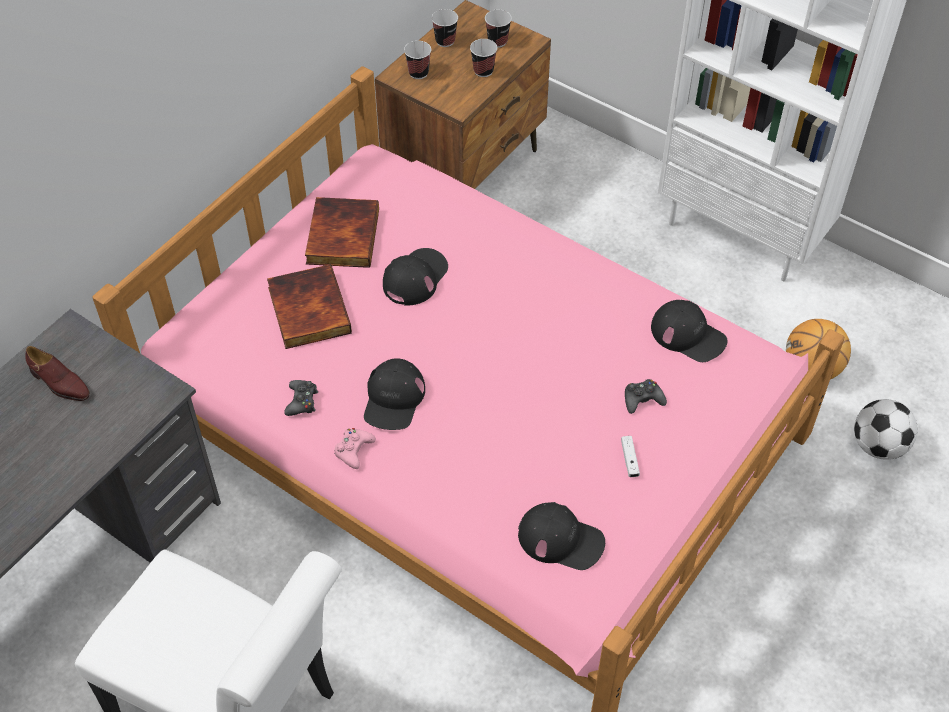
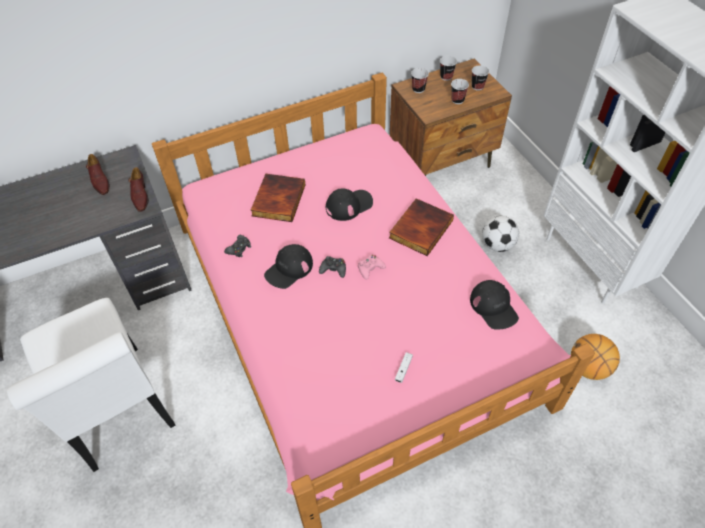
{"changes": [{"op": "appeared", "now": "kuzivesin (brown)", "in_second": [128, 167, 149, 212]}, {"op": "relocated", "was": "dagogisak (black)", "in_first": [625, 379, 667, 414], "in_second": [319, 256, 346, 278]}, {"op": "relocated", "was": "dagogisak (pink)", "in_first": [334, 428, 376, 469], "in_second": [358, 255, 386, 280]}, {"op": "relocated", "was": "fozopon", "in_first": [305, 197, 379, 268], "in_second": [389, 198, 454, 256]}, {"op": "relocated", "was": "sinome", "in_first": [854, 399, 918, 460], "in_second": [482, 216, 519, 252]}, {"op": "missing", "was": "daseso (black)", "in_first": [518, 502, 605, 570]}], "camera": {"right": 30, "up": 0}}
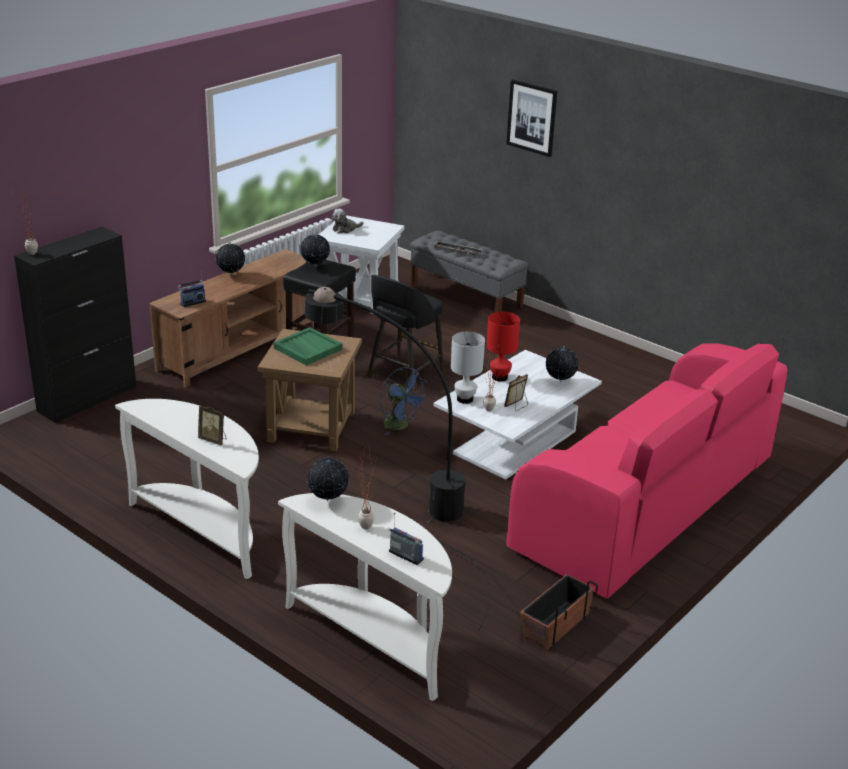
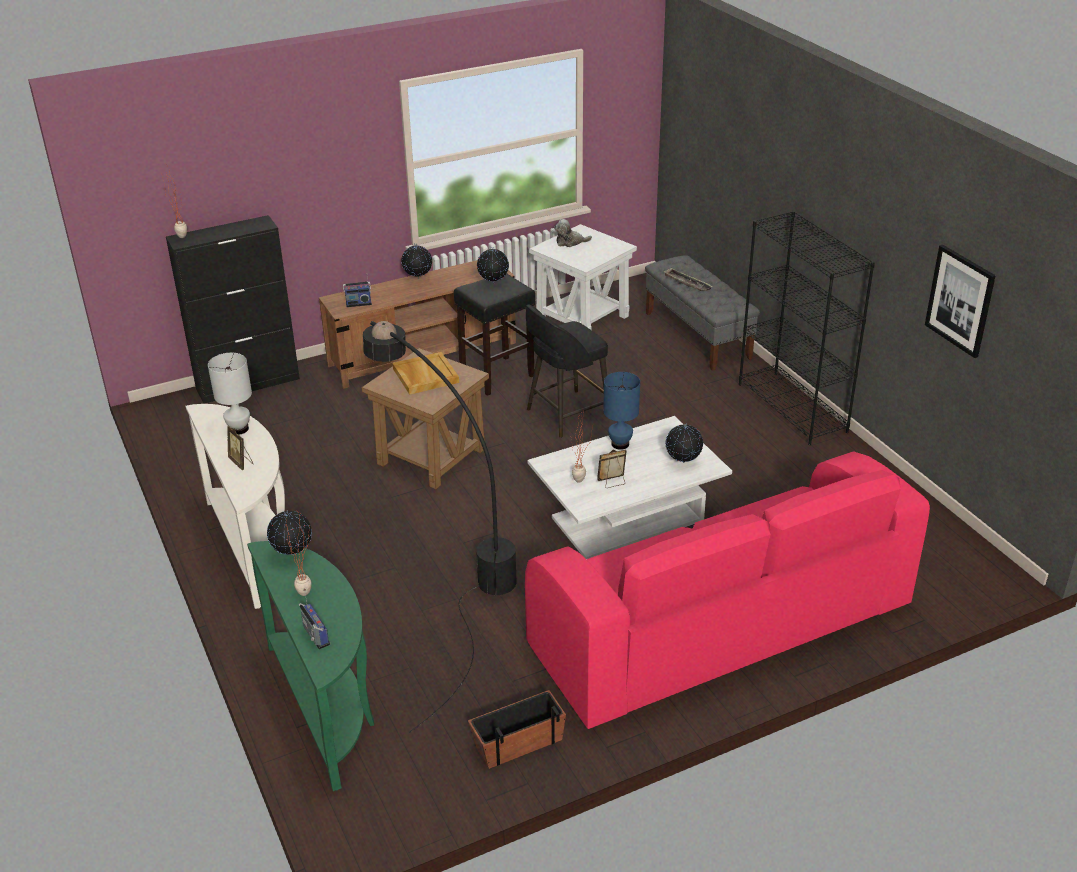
{"changes": [{"op": "relocated", "was": "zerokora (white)", "in_first": [451, 332, 485, 404], "in_second": [208, 353, 252, 435]}, {"op": "colour", "was": "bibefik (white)", "now": "bibefik (green)", "in_first": [278, 493, 452, 701], "in_second": [247, 541, 374, 791]}, {"op": "colour", "was": "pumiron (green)", "now": "pumiron (beige)", "in_first": [273, 327, 343, 366], "in_second": [393, 352, 459, 395]}, {"op": "colour", "was": "zerokora (red)", "now": "zerokora (blue)", "in_first": [487, 312, 520, 382], "in_second": [604, 372, 640, 450]}, {"op": "appeared", "now": "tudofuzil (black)", "in_second": [739, 211, 875, 445]}, {"op": "relocated", "was": "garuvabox", "in_first": [506, 79, 557, 157], "in_second": [925, 245, 996, 358]}, {"op": "missing", "was": "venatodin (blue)", "in_first": [380, 367, 428, 435]}], "camera": {"right": 25, "up": 5}}
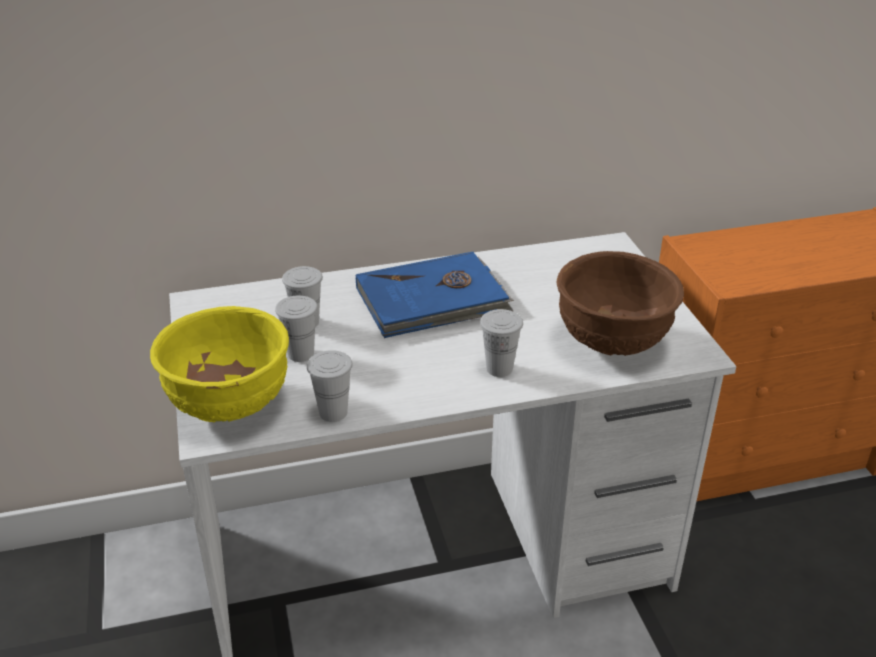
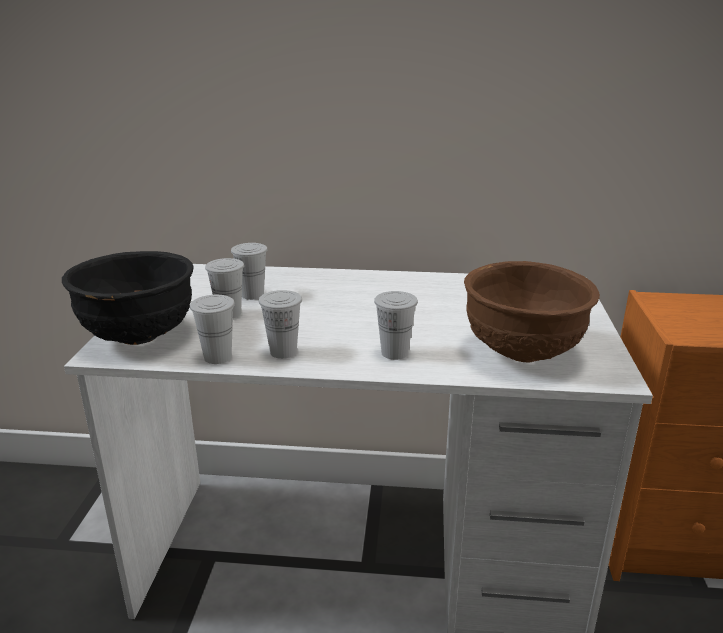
{"changes": [{"op": "colour", "was": "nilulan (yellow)", "now": "nilulan (black)", "in_first": [150, 306, 289, 422], "in_second": [62, 251, 194, 345]}, {"op": "appeared", "now": "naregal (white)", "in_second": [259, 290, 302, 359]}, {"op": "missing", "was": "fozopon (blue)", "in_first": [356, 252, 514, 338]}], "camera": {"right": 20, "up": -10}}
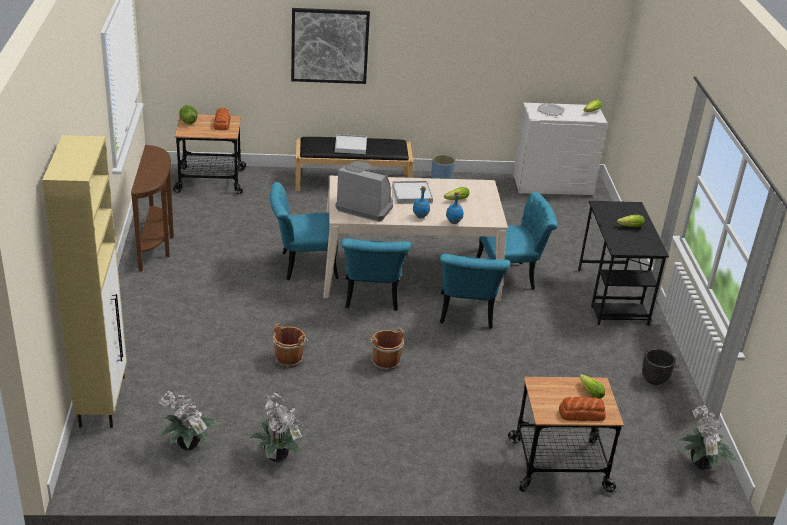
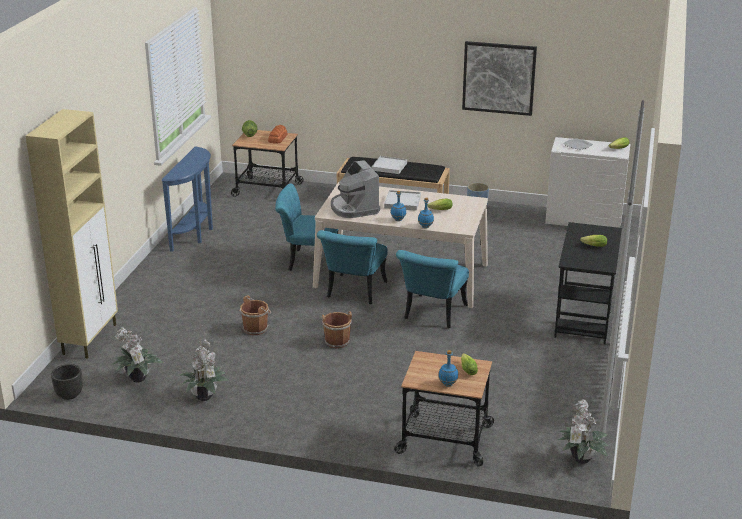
{"changes": [{"op": "relocated", "was": "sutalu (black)", "in_first": [642, 348, 675, 385], "in_second": [51, 364, 83, 400]}, {"op": "colour", "was": "bibefik (brown)", "now": "bibefik (blue)", "in_first": [131, 145, 174, 271], "in_second": [162, 146, 213, 252]}, {"op": "spun", "was": "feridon", "in_first": [335, 161, 393, 222], "in_second": [331, 160, 380, 218], "clockwise": -150}, {"op": "exchanged", "was": "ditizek", "now": "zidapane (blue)", "in_first": [559, 397, 606, 421], "in_second": [438, 350, 458, 387]}, {"op": "relocated", "was": "garuvabox", "in_first": [291, 8, 370, 84], "in_second": [462, 41, 537, 116]}, {"op": "missing", "was": "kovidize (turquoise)", "in_first": [476, 192, 557, 290]}], "camera": {"right": 20, "up": -5}}
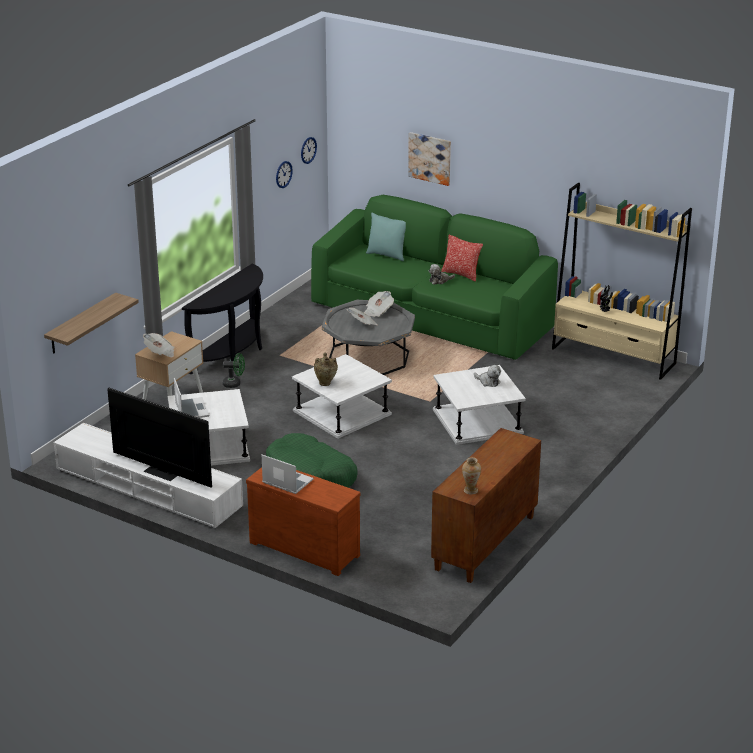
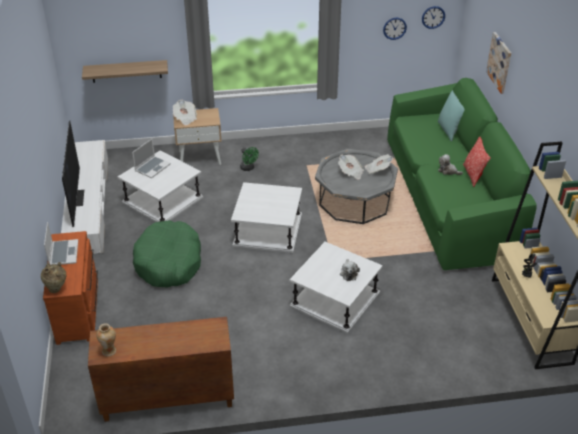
{"changes": [{"op": "relocated", "was": "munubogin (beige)", "in_first": [314, 352, 338, 386], "in_second": [41, 262, 66, 293]}, {"op": "missing", "was": "bibefik (black)", "in_first": [182, 264, 263, 374]}], "camera": {"right": 50, "up": 10}}
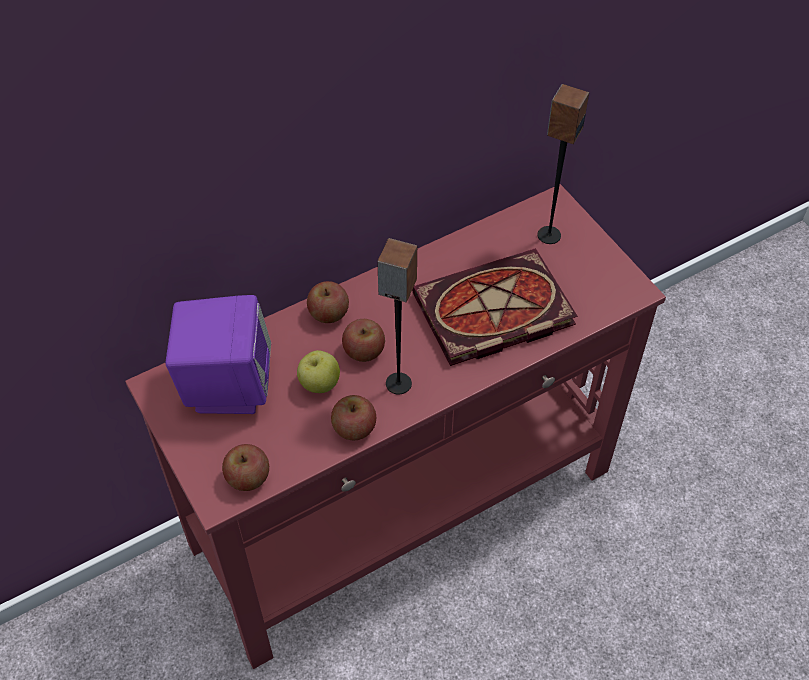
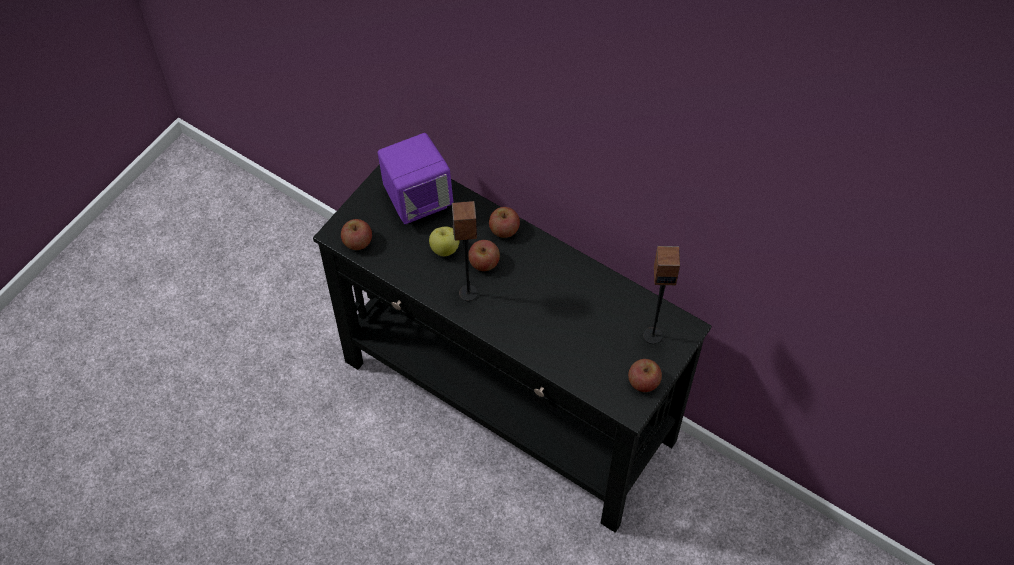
{"changes": [{"op": "colour", "was": "bibefik (red)", "now": "bibefik (black)", "in_first": [125, 184, 666, 669], "in_second": [313, 164, 711, 533]}, {"op": "relocated", "was": "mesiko", "in_first": [331, 395, 376, 440], "in_second": [628, 359, 662, 392]}, {"op": "missing", "was": "fozopon", "in_first": [412, 248, 577, 366]}], "camera": {"right": 65, "up": 5}}
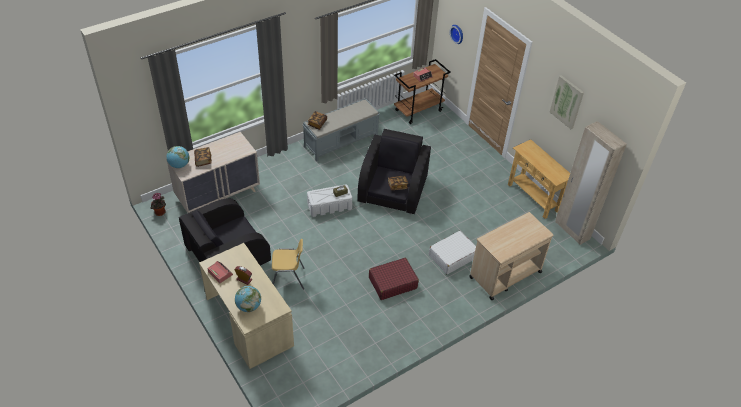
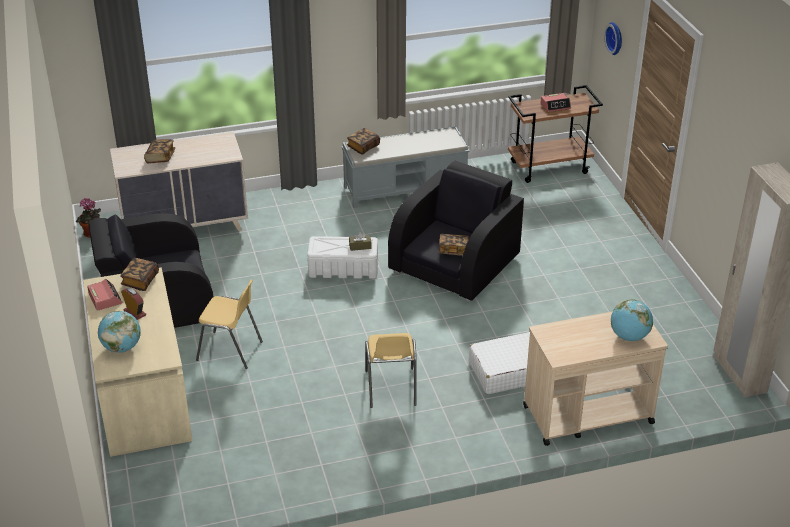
{"changes": [{"op": "appeared", "now": "fozopon", "in_second": [120, 258, 159, 291]}, {"op": "exchanged", "was": "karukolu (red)", "now": "kovidize (yellow)", "in_first": [369, 258, 419, 300], "in_second": [365, 333, 417, 408]}, {"op": "relocated", "was": "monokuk", "in_first": [166, 146, 189, 168], "in_second": [611, 300, 653, 341]}, {"op": "missing", "was": "bibefik (beige)", "in_first": [508, 139, 570, 219]}, {"op": "missing", "was": "garuvabox", "in_first": [550, 75, 584, 129]}], "camera": {"right": 20, "up": -10}}
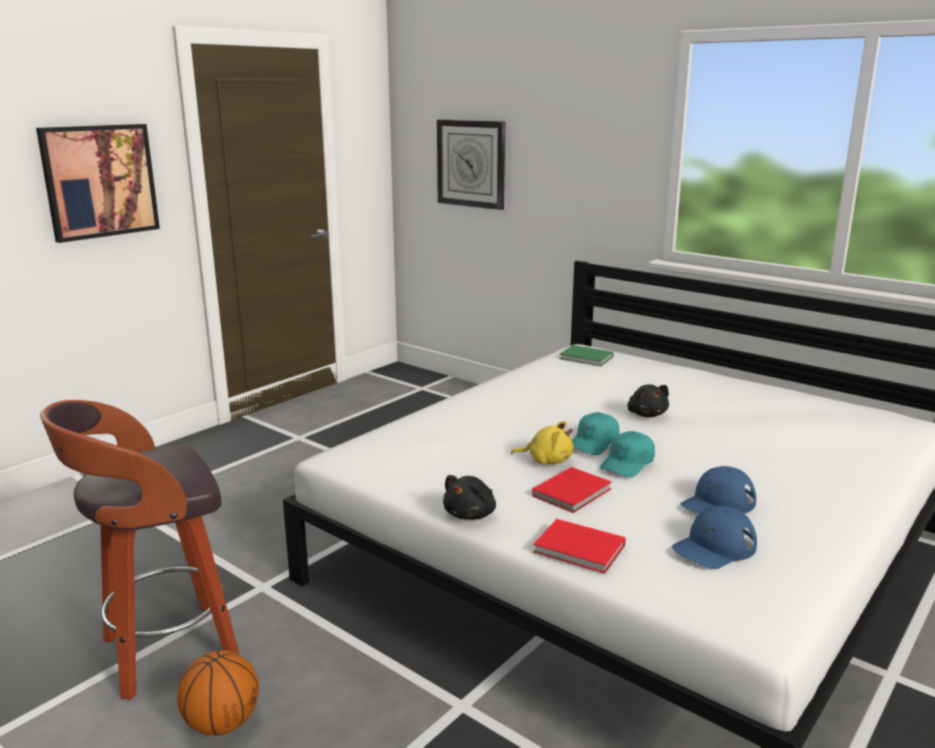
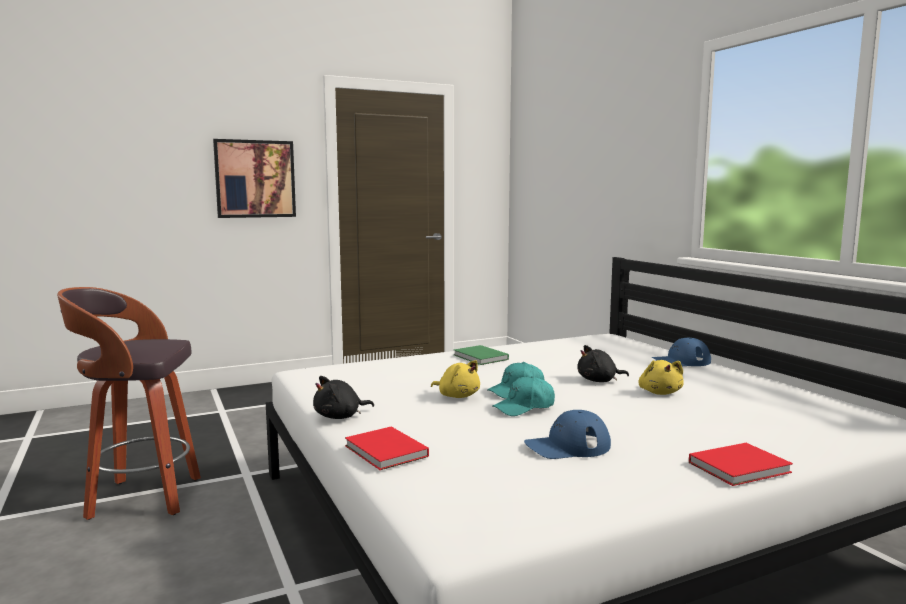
{"changes": [{"op": "relocated", "was": "fozopon (green)", "in_first": [559, 345, 614, 366], "in_second": [454, 345, 509, 365]}, {"op": "spun", "was": "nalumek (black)", "in_first": [628, 384, 669, 417], "in_second": [577, 345, 629, 382], "clockwise": 75}, {"op": "appeared", "now": "nalumek (yellow)", "in_second": [638, 360, 684, 395]}, {"op": "relocated", "was": "daseso (blue)", "in_first": [671, 506, 757, 569], "in_second": [652, 338, 711, 366]}, {"op": "relocated", "was": "fozopon (red)", "in_first": [532, 467, 612, 513], "in_second": [689, 443, 793, 486]}, {"op": "missing", "was": "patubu", "in_first": [177, 650, 259, 736]}, {"op": "missing", "was": "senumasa", "in_first": [437, 120, 505, 210]}], "camera": {"right": 25, "up": -10}}
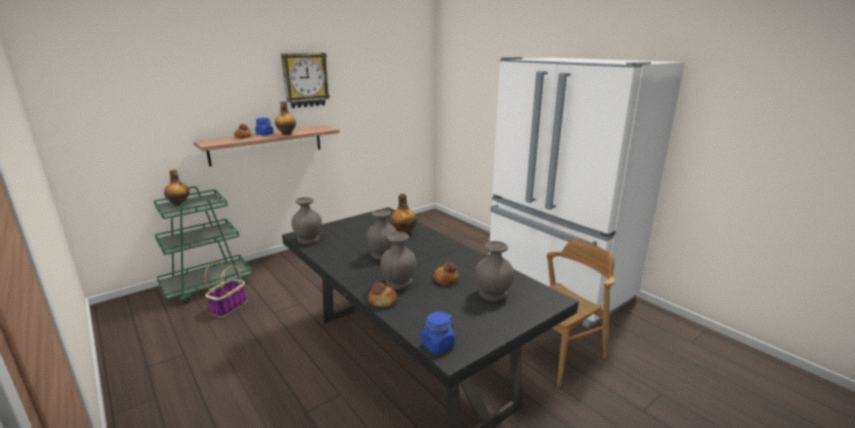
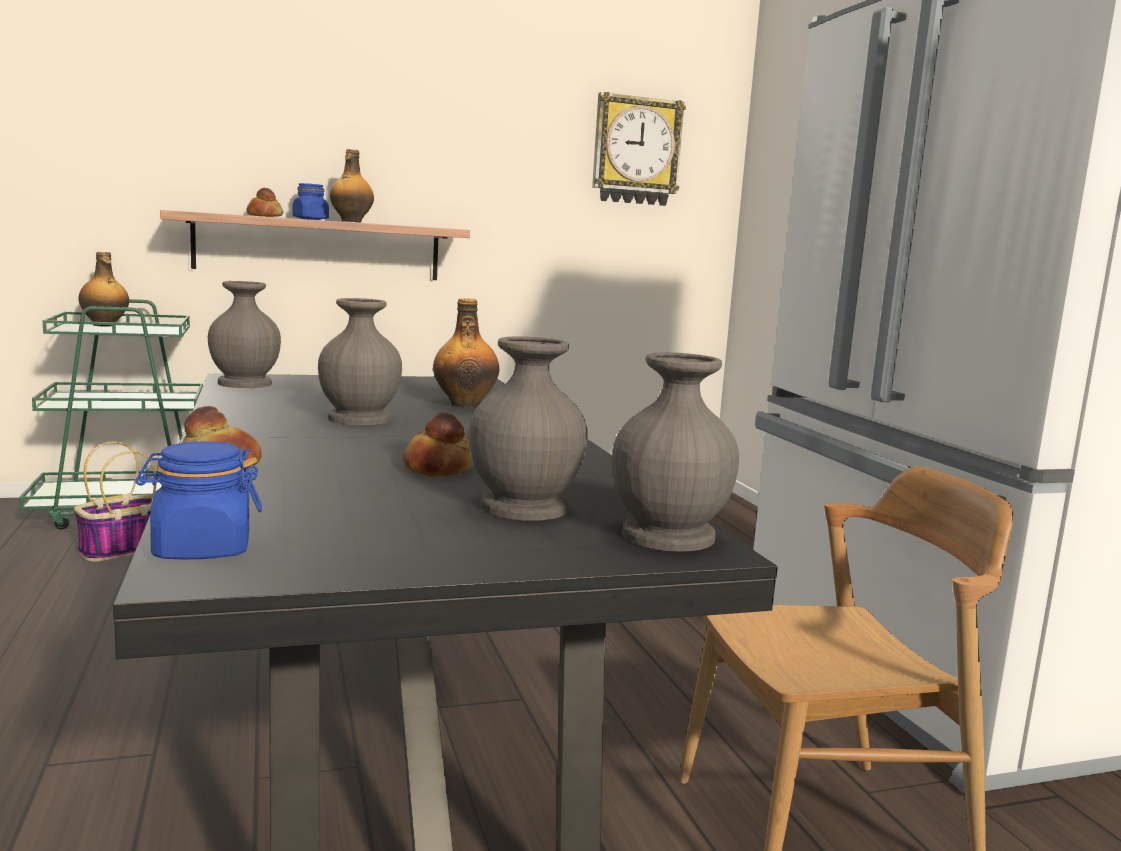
{"changes": [{"op": "relocated", "was": "senumasa", "in_first": [281, 53, 330, 108], "in_second": [592, 92, 686, 206]}, {"op": "relocated", "was": "munubogin (grey)", "in_first": [381, 232, 416, 290], "in_second": [612, 352, 739, 551]}], "camera": {"right": 20, "up": -10}}
